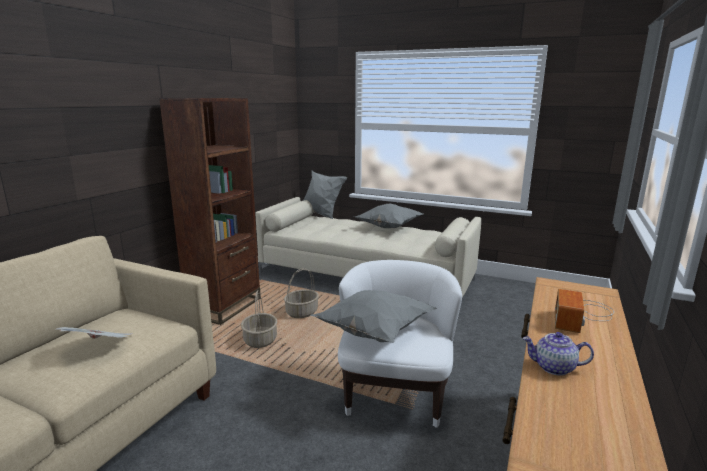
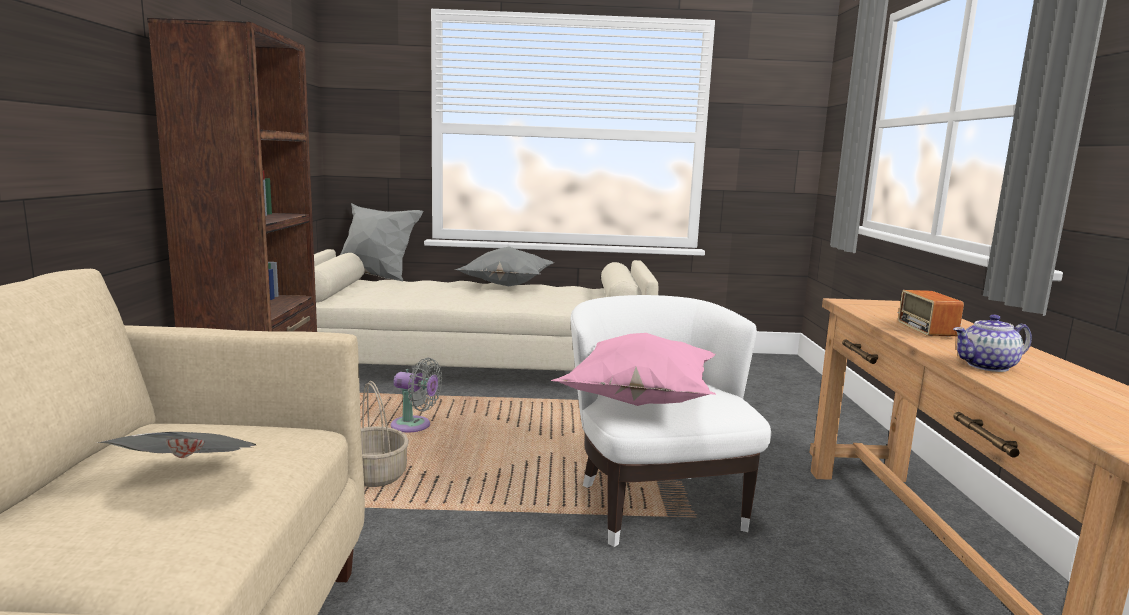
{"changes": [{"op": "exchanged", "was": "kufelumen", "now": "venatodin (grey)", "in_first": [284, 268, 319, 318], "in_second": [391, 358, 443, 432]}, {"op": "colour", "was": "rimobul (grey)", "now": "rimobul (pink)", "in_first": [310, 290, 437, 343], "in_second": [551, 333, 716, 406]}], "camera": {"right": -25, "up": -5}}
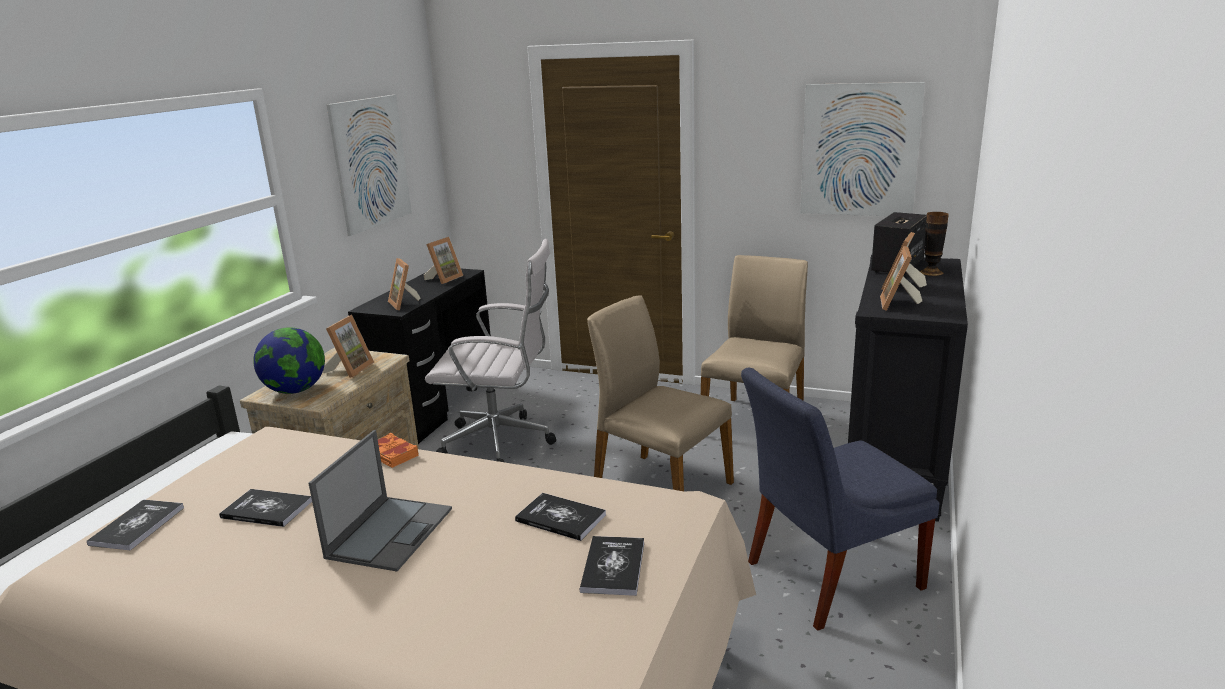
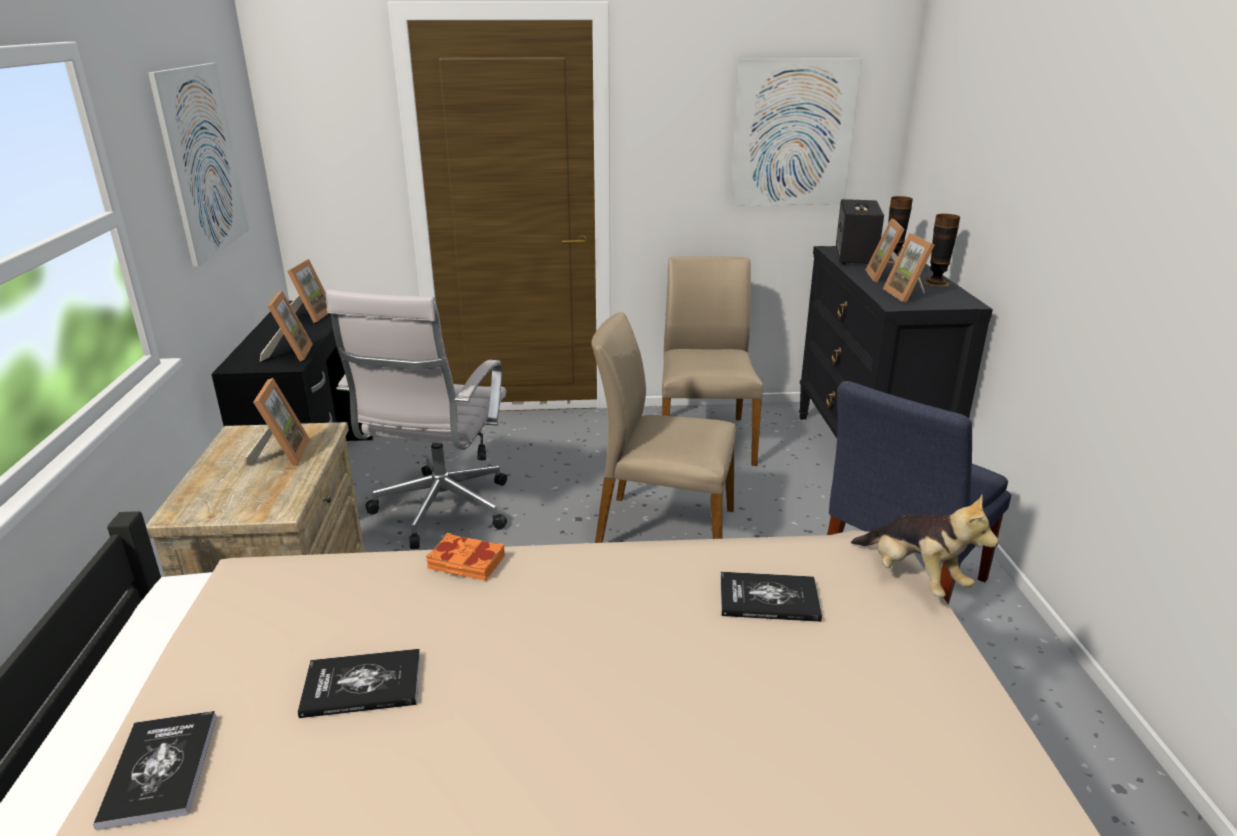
{"changes": [{"op": "spun", "was": "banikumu", "in_first": [388, 258, 420, 310], "in_second": [260, 291, 313, 362], "clockwise": -135}, {"op": "spun", "was": "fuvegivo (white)", "in_first": [425, 239, 556, 462], "in_second": [326, 290, 507, 549], "clockwise": 120}, {"op": "appeared", "now": "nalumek", "in_second": [851, 495, 999, 597]}, {"op": "appeared", "now": "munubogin", "in_second": [923, 214, 960, 287]}, {"op": "missing", "was": "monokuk", "in_first": [253, 327, 325, 394]}, {"op": "missing", "was": "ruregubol", "in_first": [308, 430, 452, 571]}, {"op": "missing", "was": "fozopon", "in_first": [580, 536, 644, 596]}], "camera": {"right": -25, "up": 5}}
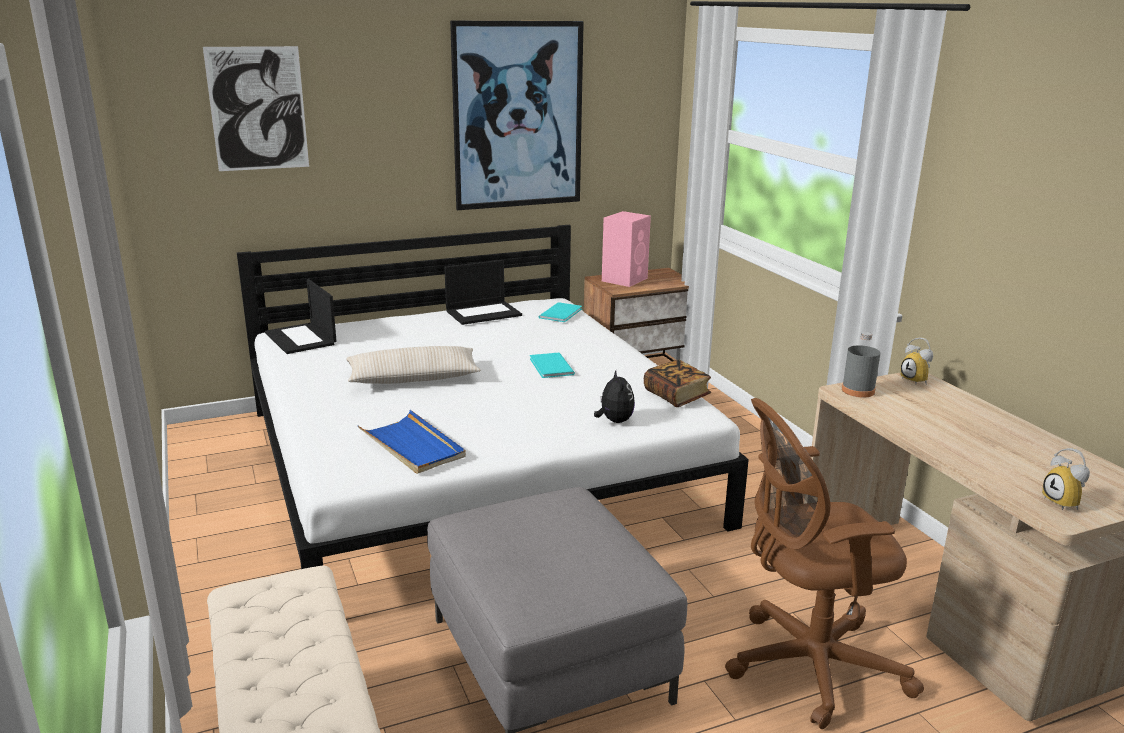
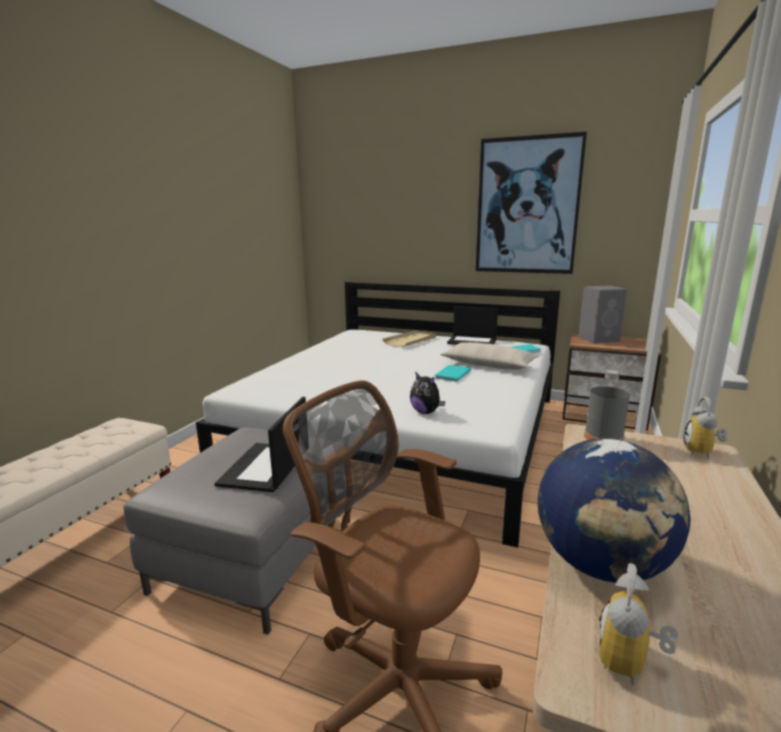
{"changes": [{"op": "relocated", "was": "ruregubol", "in_first": [265, 279, 337, 354], "in_second": [215, 397, 308, 492]}, {"op": "appeared", "now": "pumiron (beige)", "in_second": [382, 330, 436, 347]}, {"op": "spun", "was": "nalumek", "in_first": [594, 370, 635, 423], "in_second": [410, 372, 446, 414], "clockwise": 105}, {"op": "relocated", "was": "rimobul (beige)", "in_first": [346, 346, 481, 384], "in_second": [440, 342, 539, 370]}, {"op": "appeared", "now": "monokuk", "in_second": [538, 438, 690, 583]}, {"op": "colour", "was": "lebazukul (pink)", "now": "lebazukul (grey)", "in_first": [602, 211, 651, 287], "in_second": [578, 285, 627, 344]}, {"op": "missing", "was": "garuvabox", "in_first": [203, 46, 309, 171]}, {"op": "missing", "was": "pumiron (blue)", "in_first": [358, 410, 466, 474]}, {"op": "missing", "was": "fozopon", "in_first": [644, 360, 711, 407]}], "camera": {"right": 45, "up": -5}}
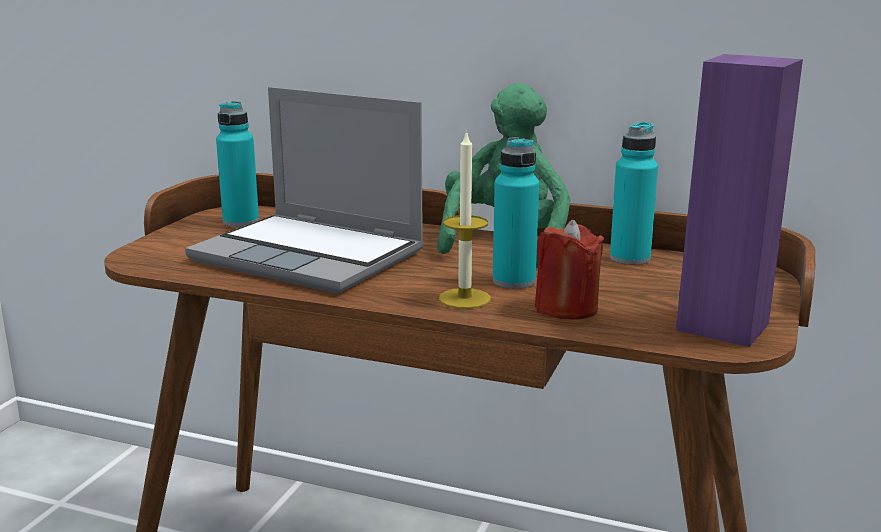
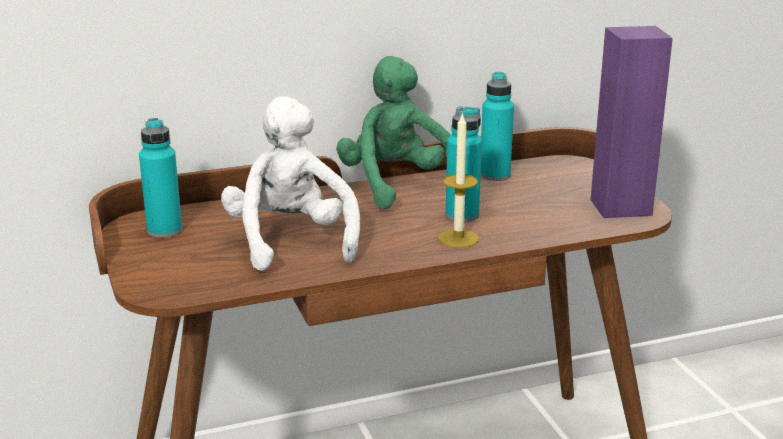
{"changes": [{"op": "exchanged", "was": "ruregubol", "now": "nalumek (white)", "in_first": [185, 87, 424, 294], "in_second": [221, 96, 360, 271]}, {"op": "missing", "was": "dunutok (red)", "in_first": [535, 220, 604, 320]}], "camera": {"right": -40, "up": 5}}
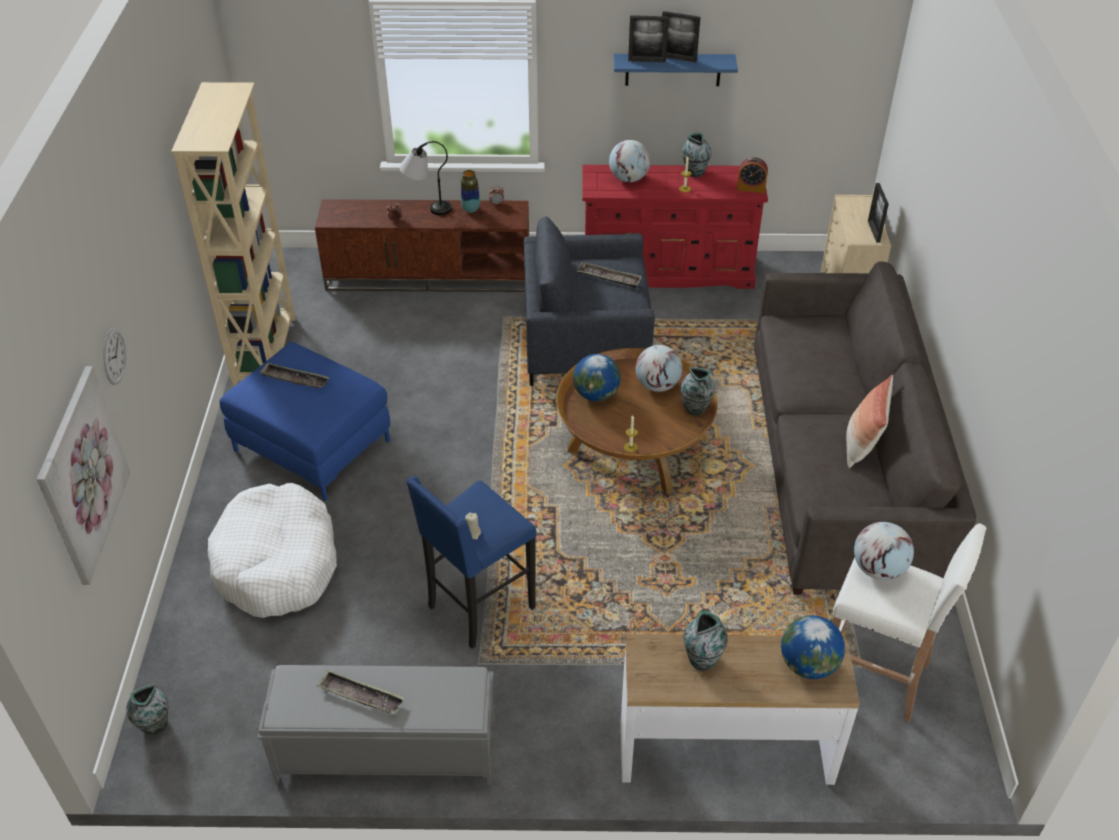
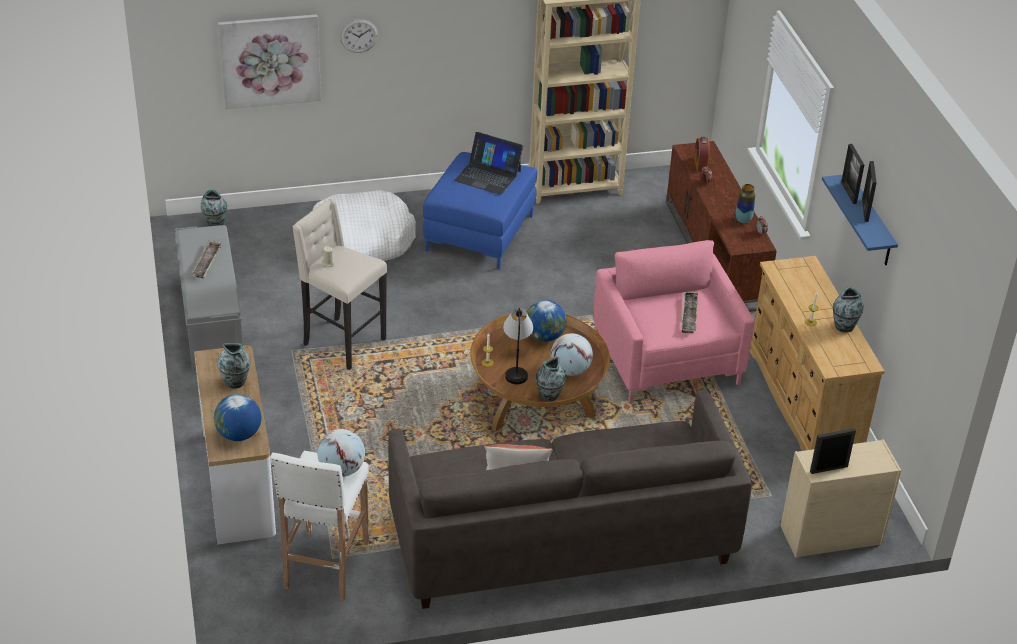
{"changes": [{"op": "colour", "was": "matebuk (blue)", "now": "matebuk (beige)", "in_first": [406, 476, 537, 649], "in_second": [292, 199, 387, 370]}, {"op": "exchanged", "was": "pumiron", "now": "ruregubol", "in_first": [260, 363, 329, 388], "in_second": [454, 132, 523, 195]}, {"op": "relocated", "was": "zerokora", "in_first": [400, 141, 452, 215], "in_second": [503, 308, 533, 384]}, {"op": "colour", "was": "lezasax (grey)", "now": "lezasax (pink)", "in_first": [524, 216, 655, 386], "in_second": [593, 240, 755, 403]}, {"op": "relocated", "was": "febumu", "in_first": [737, 157, 768, 193], "in_second": [694, 137, 710, 171]}, {"op": "colour", "was": "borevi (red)", "now": "borevi (beige)", "in_first": [582, 165, 768, 289], "in_second": [750, 256, 885, 451]}, {"op": "missing", "was": "monokuk", "in_first": [609, 140, 650, 182]}], "camera": {"right": 75, "up": -5}}
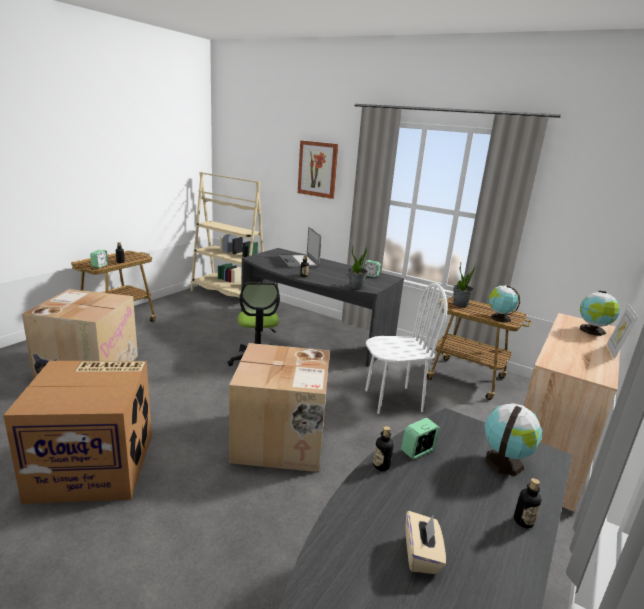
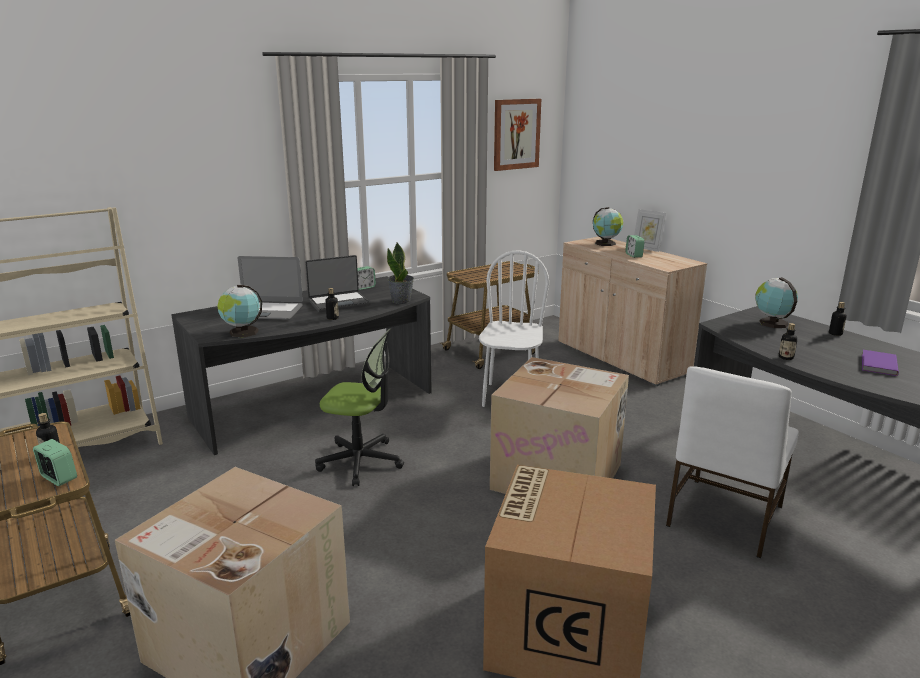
{"changes": [{"op": "relocated", "was": "monokuk", "in_first": [488, 285, 521, 323], "in_second": [218, 285, 262, 338]}, {"op": "appeared", "now": "ruregubol", "in_second": [305, 255, 370, 312]}, {"op": "relocated", "was": "garuvabox", "in_first": [298, 140, 338, 199], "in_second": [494, 99, 541, 171]}, {"op": "relocated", "was": "febumu", "in_first": [401, 418, 440, 460], "in_second": [625, 235, 645, 258]}, {"op": "appeared", "now": "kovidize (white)", "in_second": [666, 366, 799, 558]}, {"op": "exchanged", "was": "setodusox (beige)", "now": "fozopon (purple)", "in_first": [406, 511, 446, 574], "in_second": [862, 350, 899, 376]}, {"op": "missing", "was": "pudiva", "in_first": [453, 263, 476, 307]}], "camera": {"right": -65, "up": 0}}
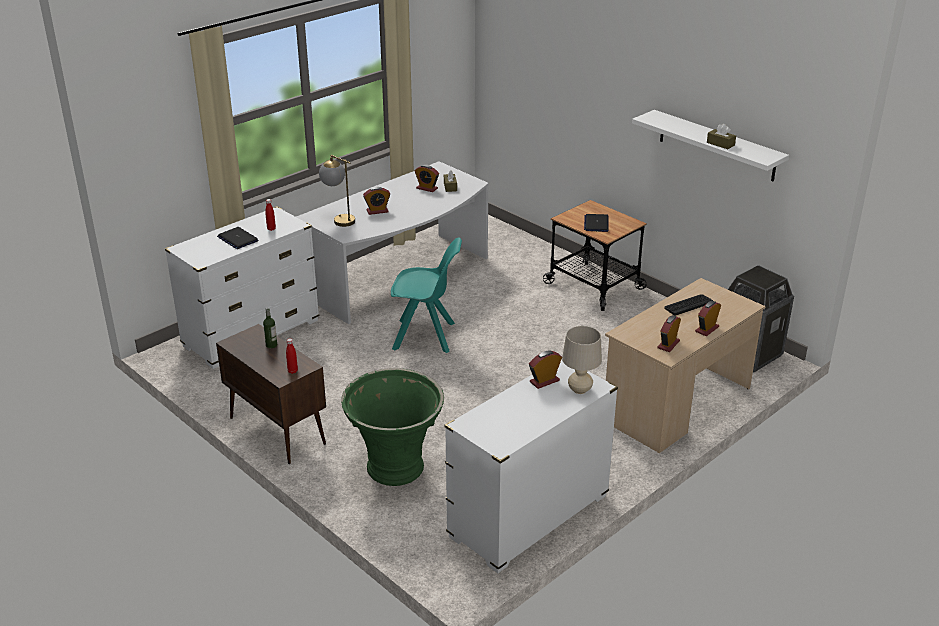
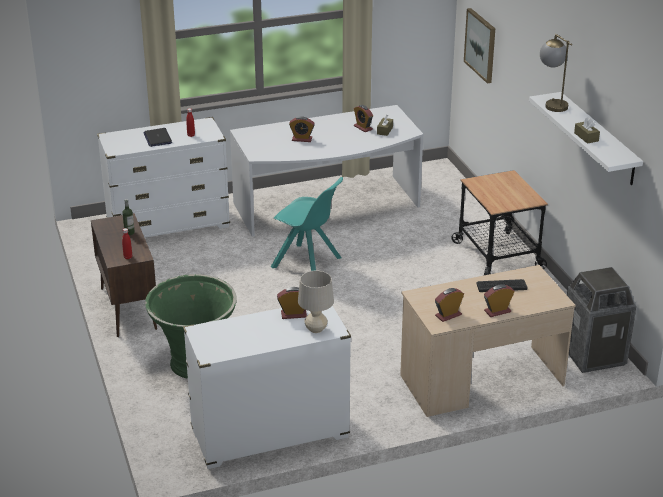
{"changes": [{"op": "appeared", "now": "garuvabox", "in_second": [464, 8, 495, 84]}, {"op": "relocated", "was": "zerokora", "in_first": [319, 155, 355, 227], "in_second": [540, 34, 572, 112]}, {"op": "missing", "was": "ruregubol", "in_first": [584, 214, 608, 232]}], "camera": {"right": 25, "up": 0}}
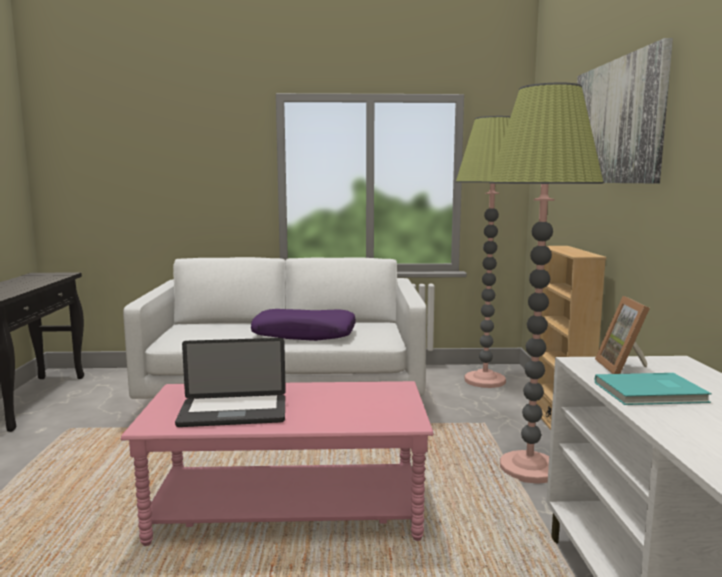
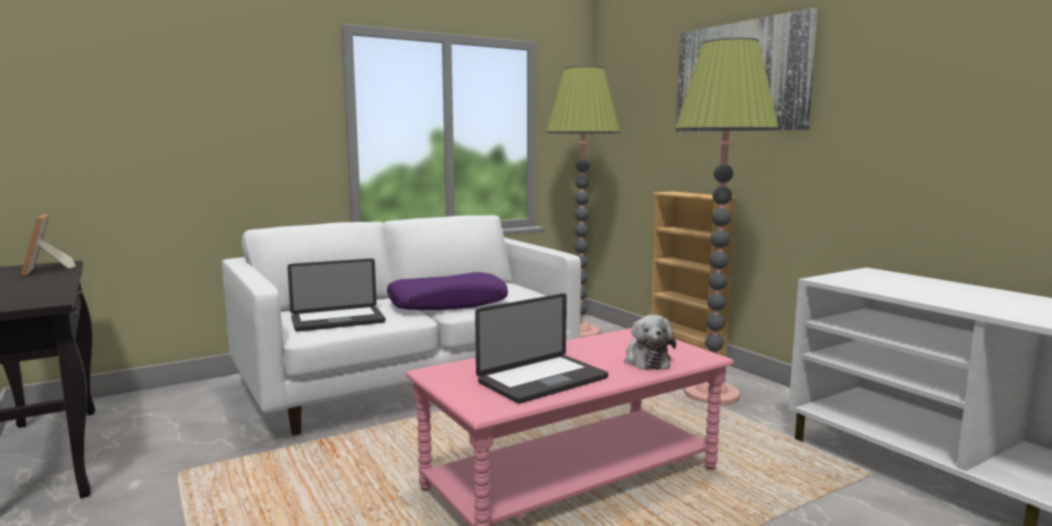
{"changes": [{"op": "relocated", "was": "banikumu", "in_first": [595, 296, 650, 374], "in_second": [21, 214, 76, 275]}, {"op": "appeared", "now": "ruregubol", "in_second": [287, 258, 385, 332]}, {"op": "appeared", "now": "nalumek", "in_second": [624, 315, 676, 370]}, {"op": "missing", "was": "fozopon (turquoise)", "in_first": [595, 373, 712, 405]}], "camera": {"right": -30, "up": 0}}
